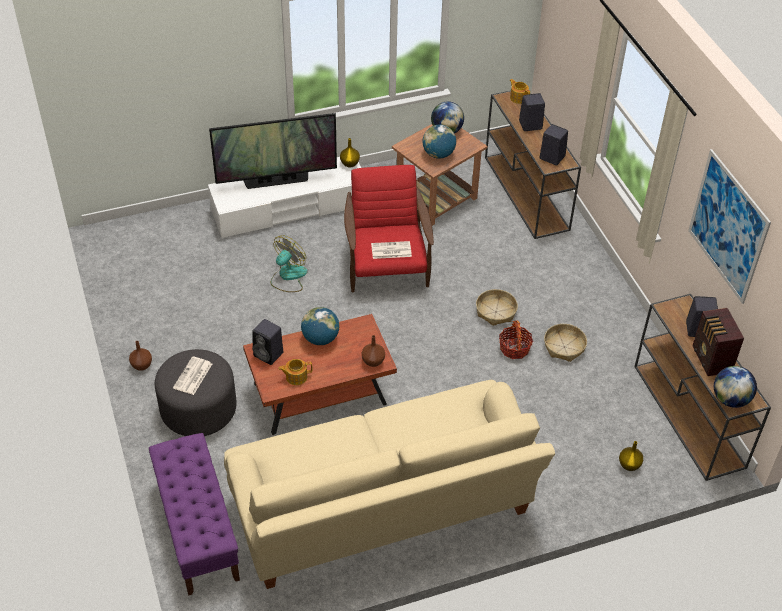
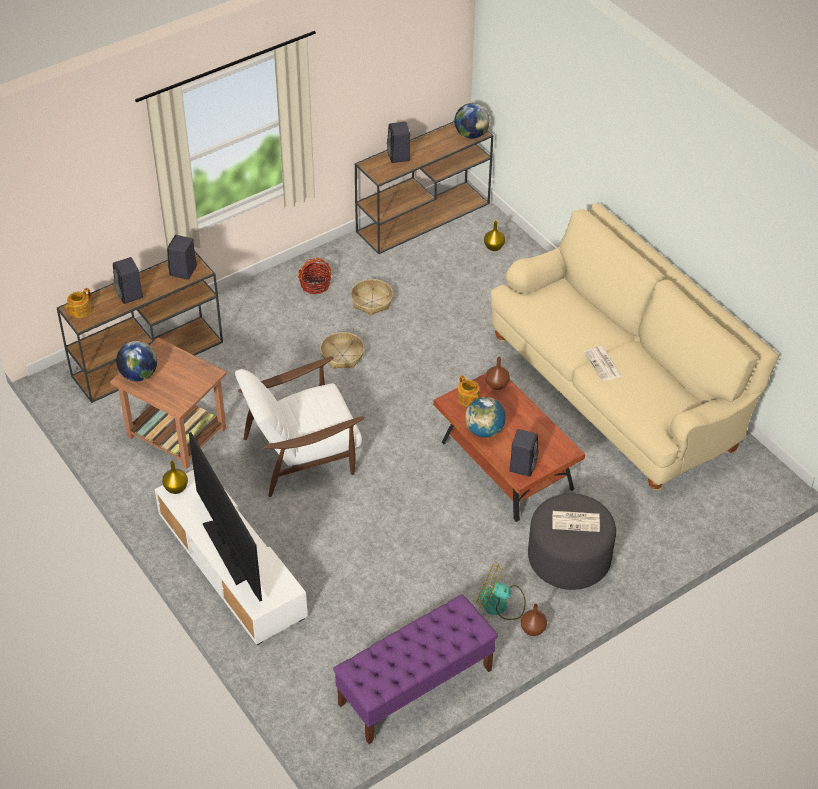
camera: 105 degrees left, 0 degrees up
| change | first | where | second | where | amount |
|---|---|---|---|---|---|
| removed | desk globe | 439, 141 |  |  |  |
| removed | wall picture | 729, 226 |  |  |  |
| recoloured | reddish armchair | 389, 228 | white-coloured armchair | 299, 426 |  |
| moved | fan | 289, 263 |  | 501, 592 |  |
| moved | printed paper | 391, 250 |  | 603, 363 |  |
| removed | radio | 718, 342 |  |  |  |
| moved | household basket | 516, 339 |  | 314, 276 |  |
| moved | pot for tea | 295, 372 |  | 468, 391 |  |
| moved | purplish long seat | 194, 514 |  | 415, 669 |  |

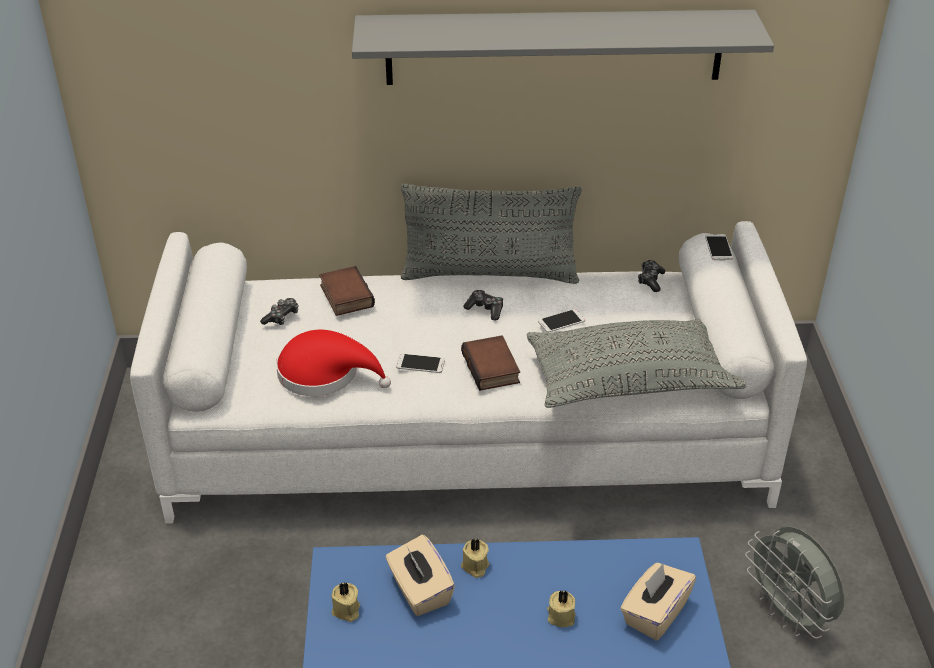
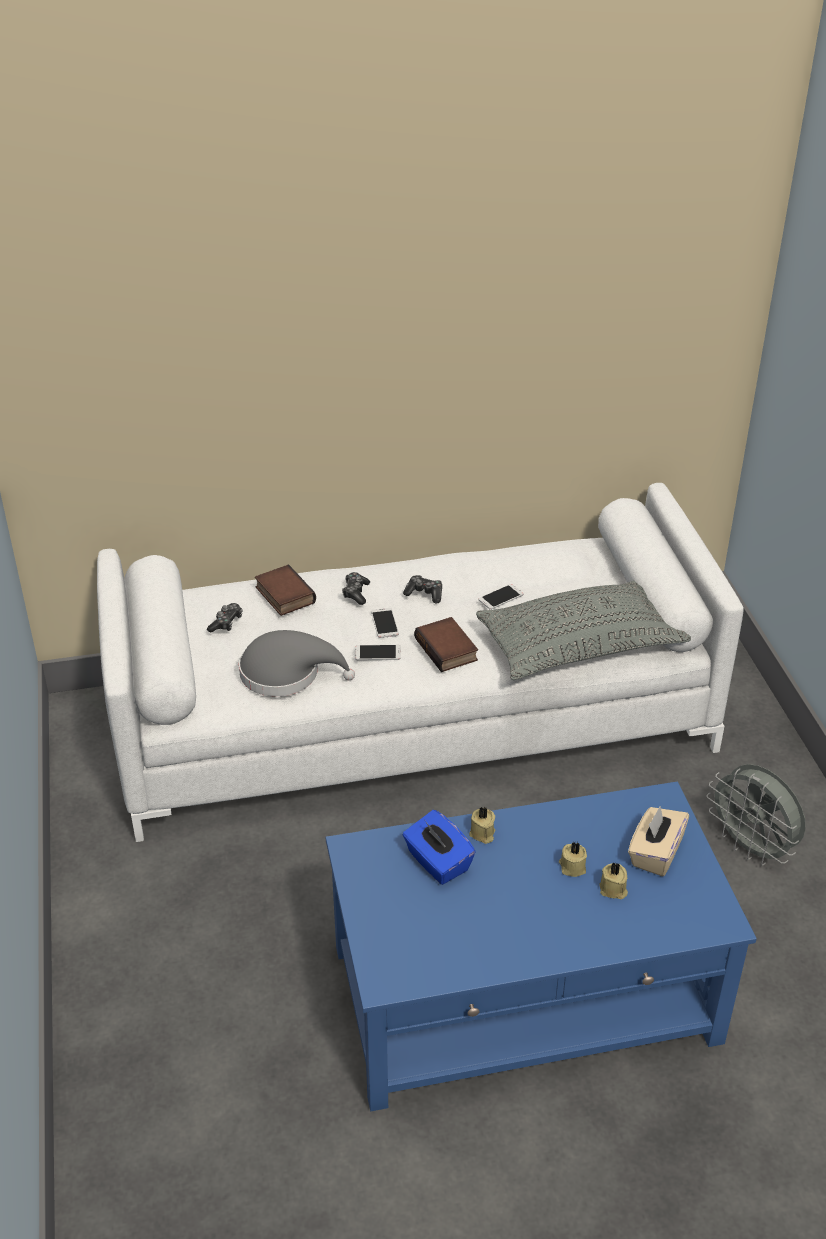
camera: 10 degrees left, 0 degrees up
| change | first | where | second | where | amount |
|---|---|---|---|---|---|
| removed | grey bracket shelf | 563, 47 |  |  |  |
| removed | grey cushion | 491, 234 |  |  |  |
| moved | phone | 719, 247 |  | 385, 623 |  |
| moved | game controller | 651, 276 |  | 356, 588 |  |
| recoloured | reddish wearable hat | 333, 363 | grey wearable hat | 297, 663 |  |
| recoloured | beige-coloured tissue box | 420, 575 | blue tissue box | 439, 847 |  |
| moved | beige-coloured wax candle | 345, 602 |  | 613, 880 |  |

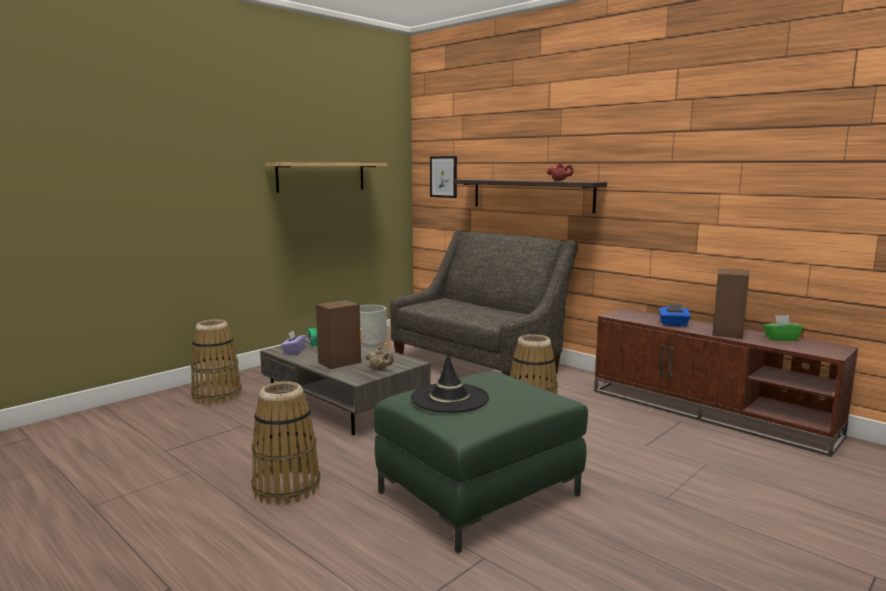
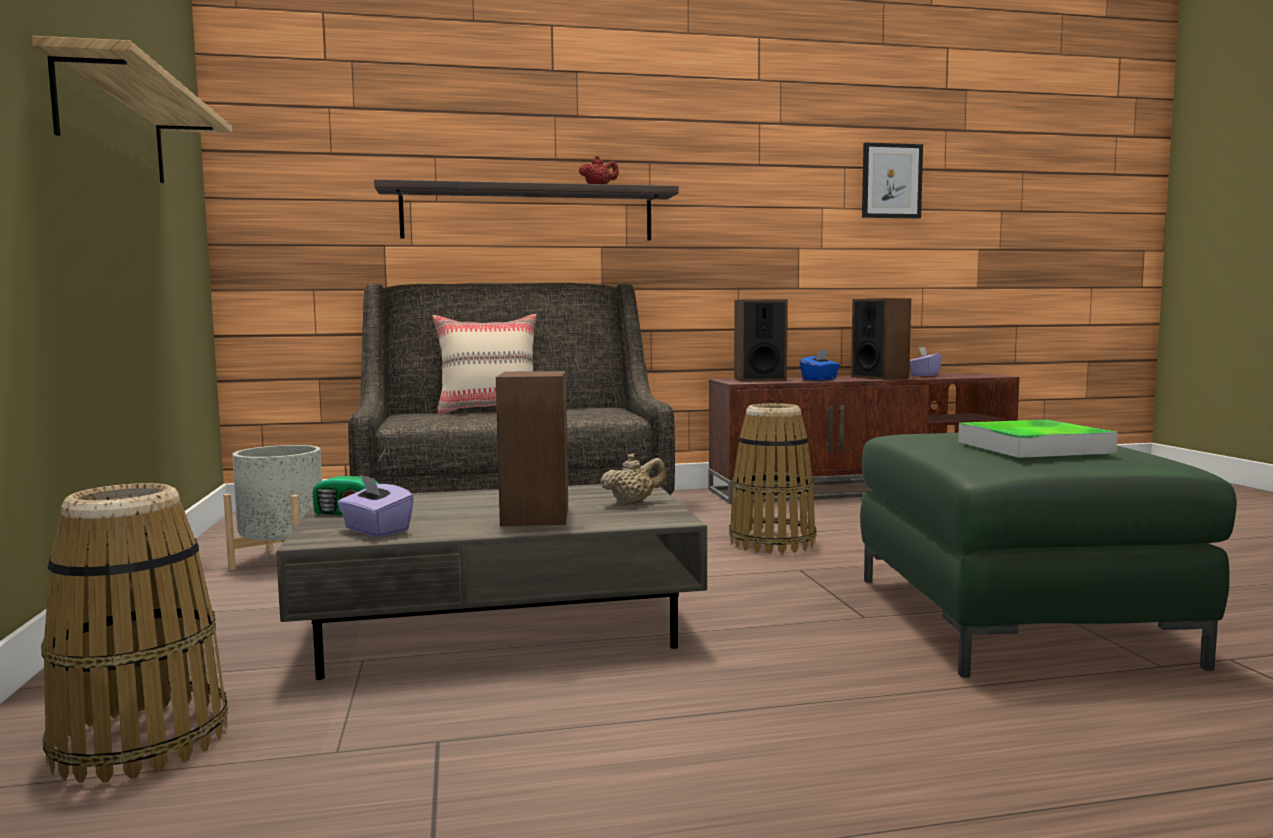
camera: 55 degrees left, 5 degrees down
| change | first | where | second | where | amount |
|---|---|---|---|---|---|
| moved | wall picture | 443, 177 |  | 892, 180 |  |
| recoloured | green tissue box | 783, 328 | purplish tissue box | 926, 361 |  |
| replaced | black wearable hat | 450, 382 | serving tray | 1038, 439 |  |
| removed | household basket | 286, 443 |  |  |  |
| added |  |  | speaker | 761, 340 |  |
| added |  |  | beige-coloured cushion | 484, 364 |  |

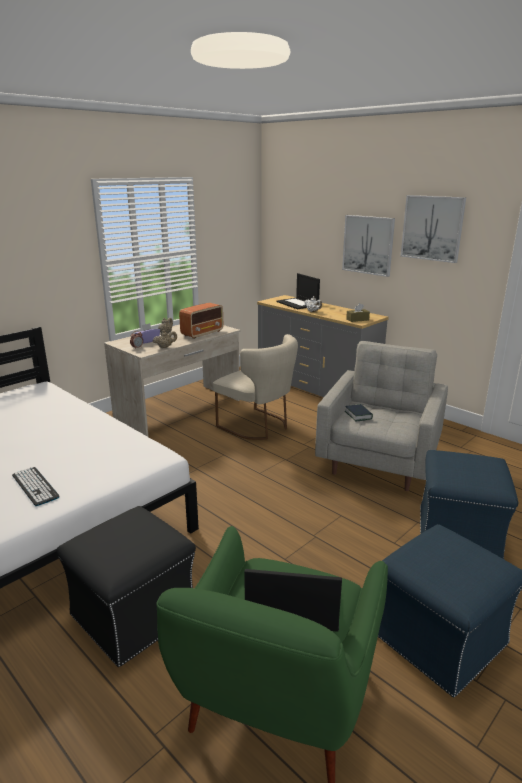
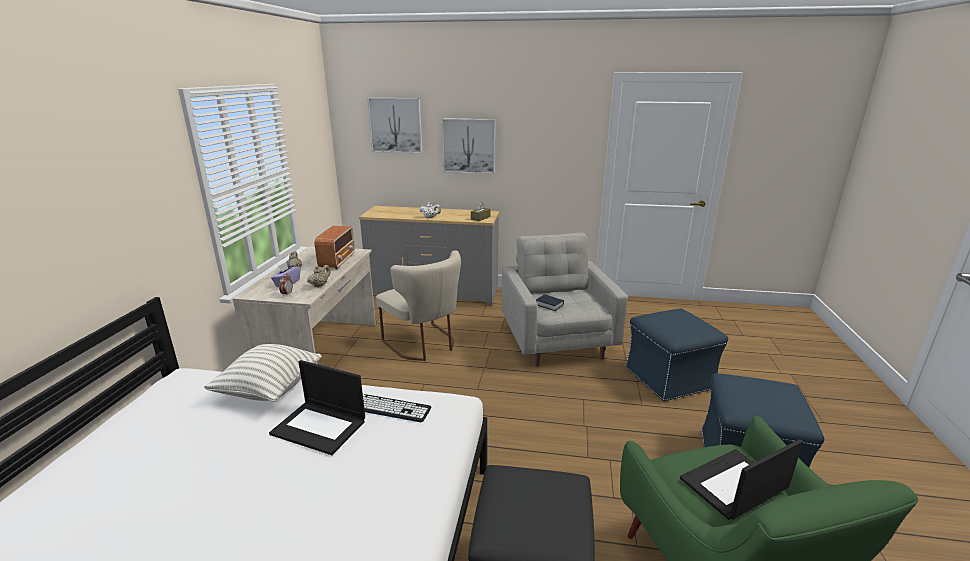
camera: 35 degrees left, 0 degrees up
| change | first | where | second | where | amount |
|---|---|---|---|---|---|
| moved | wall picture | 433, 229 |  | 394, 125 |  |
| moved | portable computer | 298, 291 |  | 317, 407 |  |
| turned | beige-coloured chair | 255, 387 |  | 418, 306 | 45 degrees clockwise |
| moved | PC keyboard | 36, 486 |  | 397, 408 |  |
| added |  |  | cushion | 263, 373 |  |

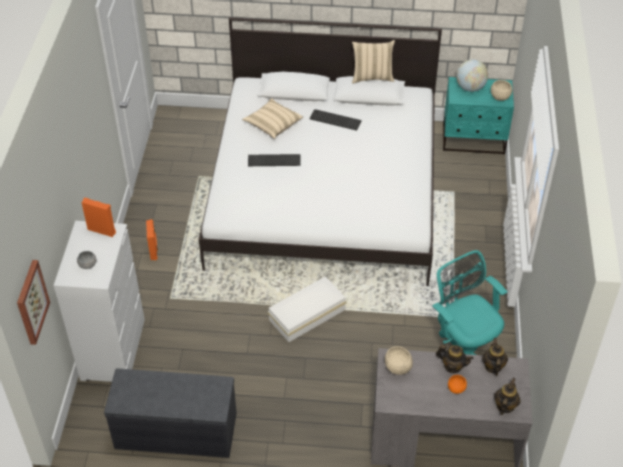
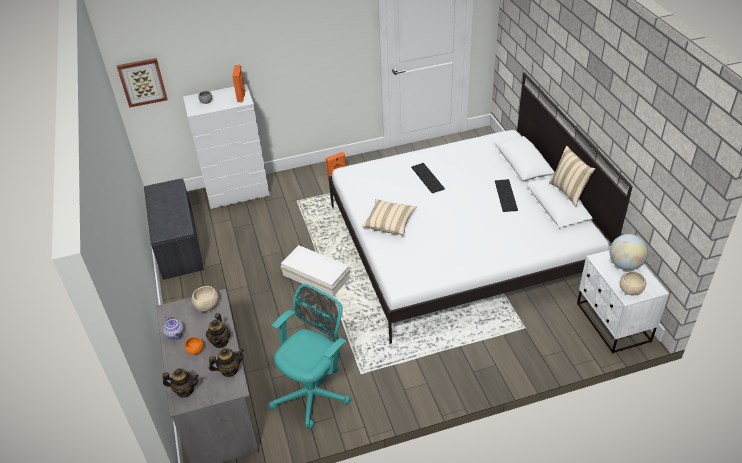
camera: 70 degrees right, 5 degrees down
| change | first | where | second | where | amount |
|---|---|---|---|---|---|
| recoloured | blue-green bedside table | 478, 116 | white-coloured bedside table | 623, 302 |  |
| moved | beige-coloured cushion | 272, 118 |  | 389, 217 |  |
| added |  |  | pot for tea | 173, 328 |  |

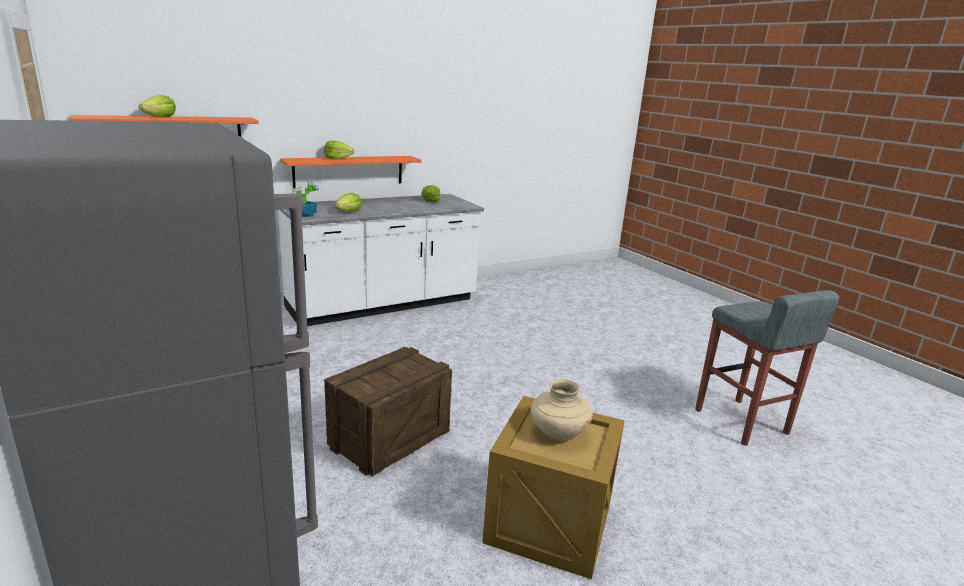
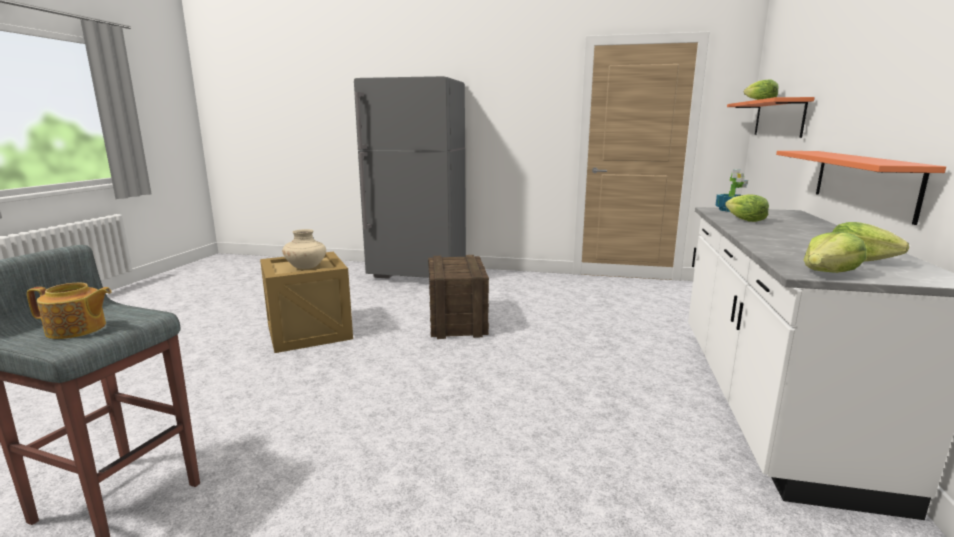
camera: 135 degrees right, 5 degrees down
| change | first | where | second | where | amount |
|---|---|---|---|---|---|
| moved | head of lettuce | 339, 150 |  | 835, 252 |  |
| added |  |  | pot for tea | 69, 311 |  |

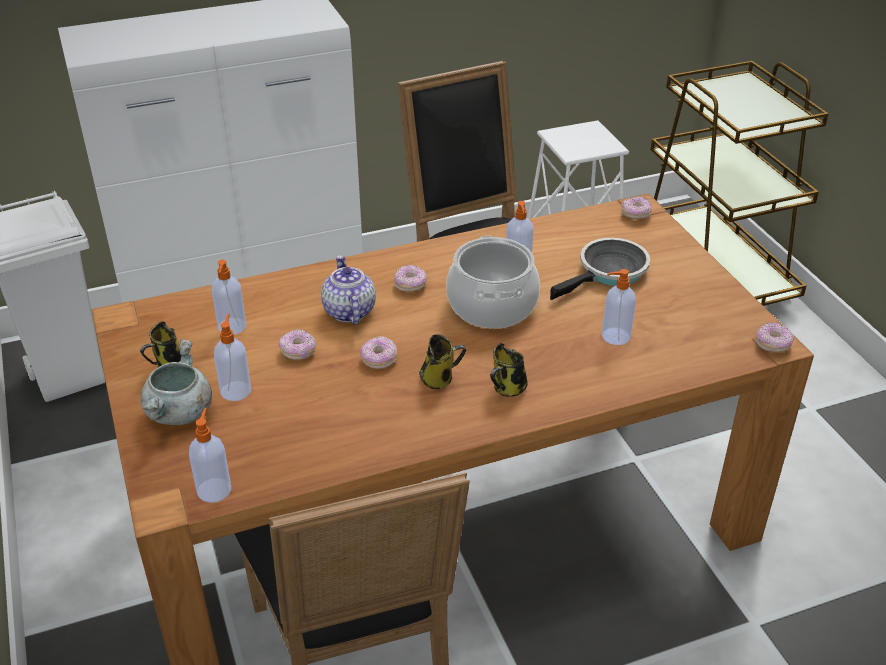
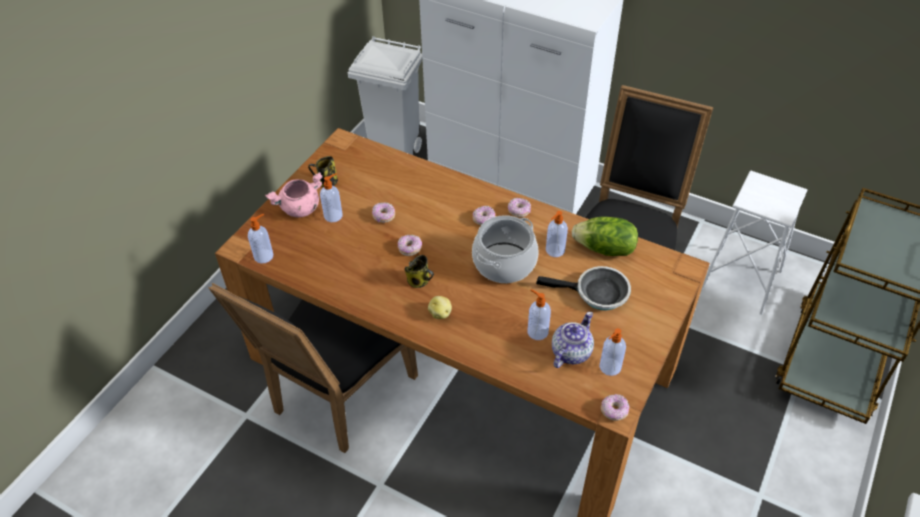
camera: 50 degrees right, 10 degrees up
| change | first | where | second | where | amount |
|---|---|---|---|---|---|
| moved | donut | 636, 207 |  | 519, 207 |  |
| moved | pot for tea | 348, 290 |  | 573, 340 |  |
| moved | liquid soap bottle | 229, 297 |  | 612, 352 |  |
| recoloured | grey saucepot | 176, 382 | pink saucepot | 294, 194 |  |
| replaced | mug | 509, 370 | whole potato | 440, 307 |  |
| added |  |  | head of lettuce | 605, 236 |  |

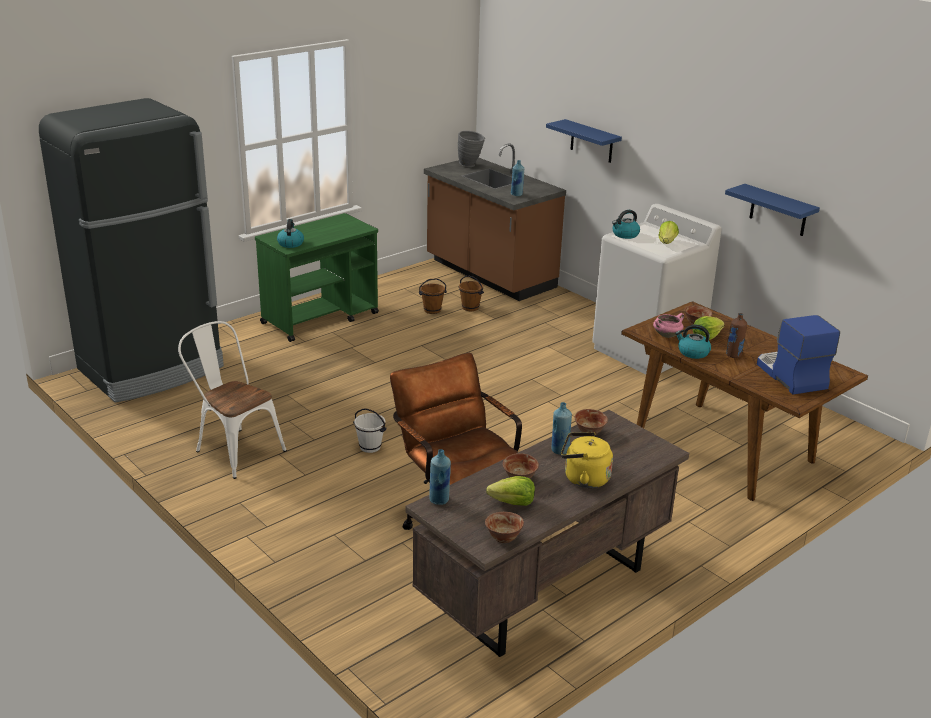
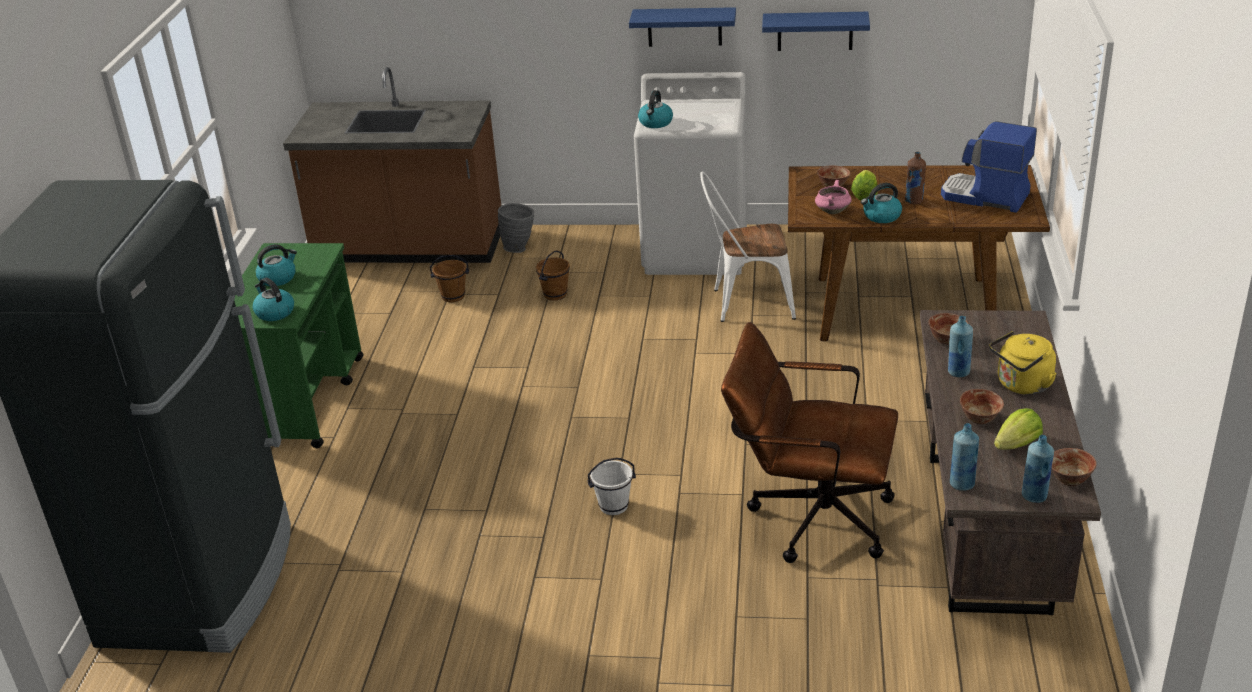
camera: 40 degrees left, 5 degrees up
| change | first | where | second | where | amount |
|---|---|---|---|---|---|
| moved | blue bracket shelf | 584, 141 |  | 682, 27 |  |
| moved | grey vase | 471, 149 |  | 516, 228 |  |
| moved | blue beverage bottle | 517, 178 |  | 1038, 469 |  |
| removed | head of lettuce | 668, 232 |  |  |  |
| moved | brown-coloured pail | 433, 296 |  | 553, 275 |  |
| moved | white-coloured chair | 232, 400 |  | 748, 246 |  |
| added |  |  | kettle | 276, 265 |  |

